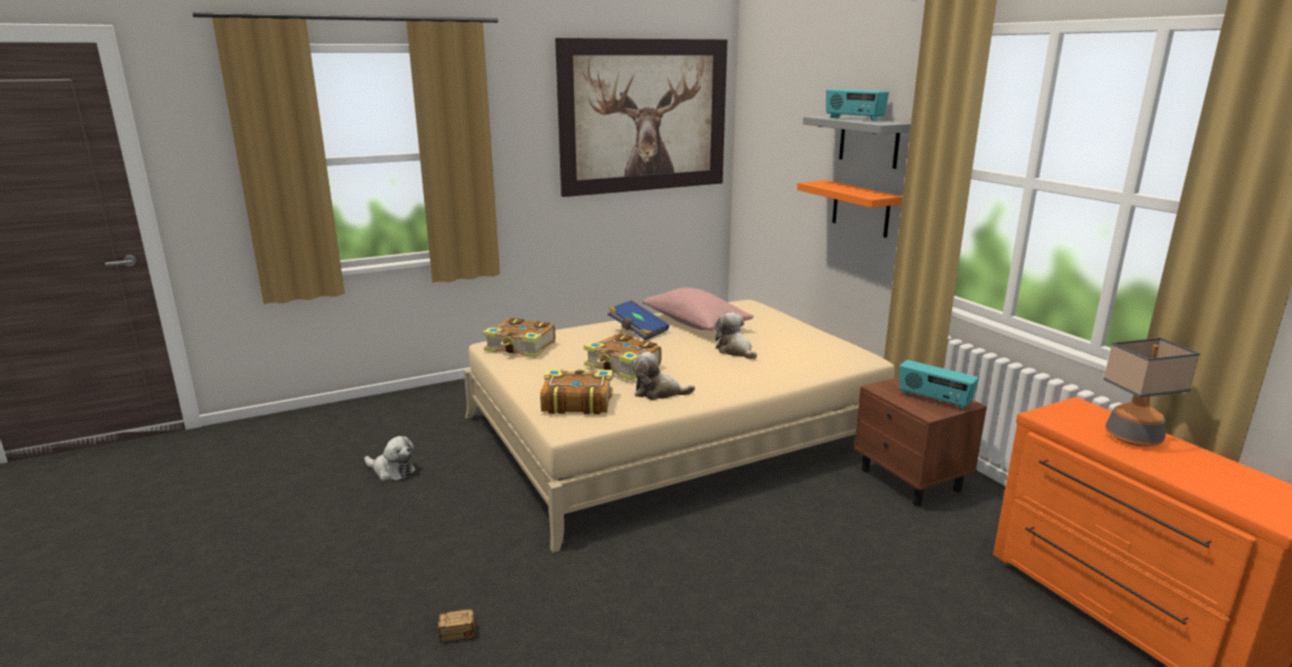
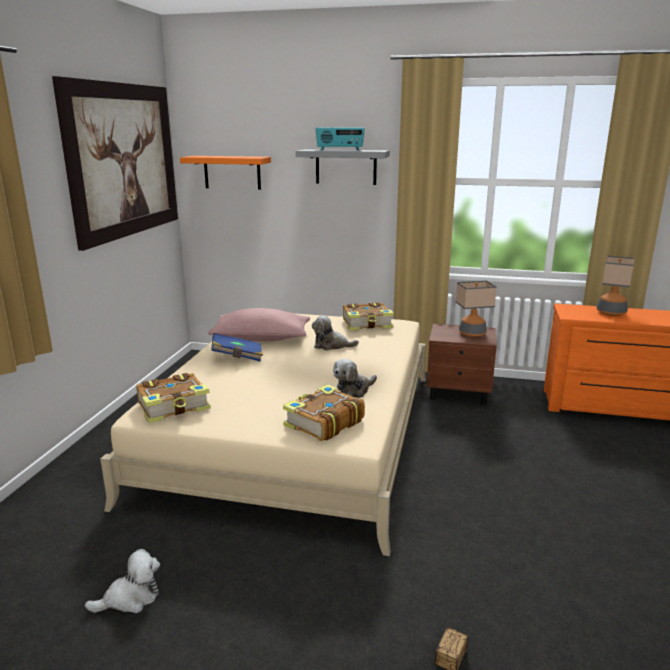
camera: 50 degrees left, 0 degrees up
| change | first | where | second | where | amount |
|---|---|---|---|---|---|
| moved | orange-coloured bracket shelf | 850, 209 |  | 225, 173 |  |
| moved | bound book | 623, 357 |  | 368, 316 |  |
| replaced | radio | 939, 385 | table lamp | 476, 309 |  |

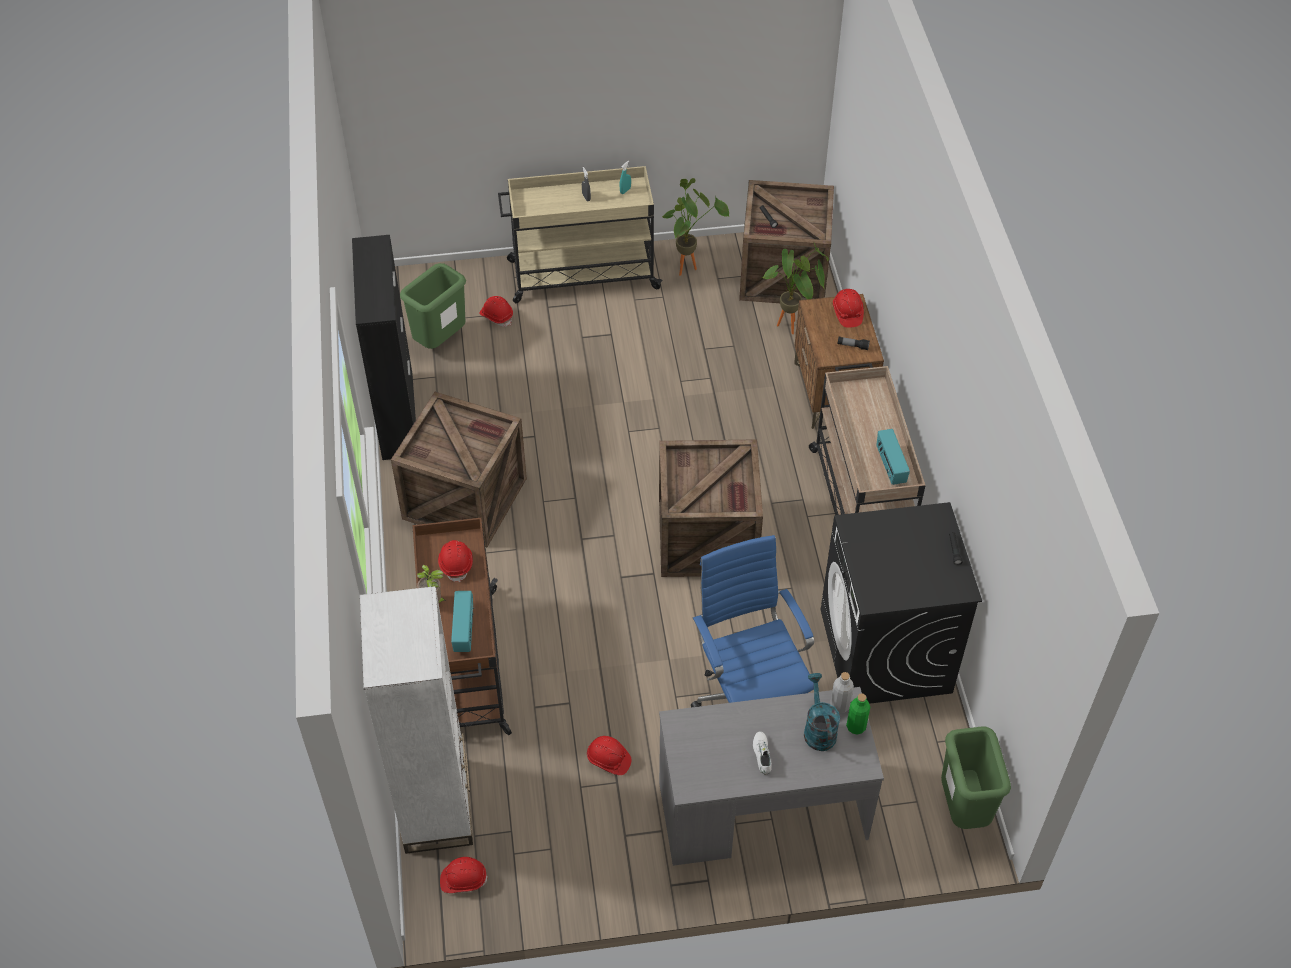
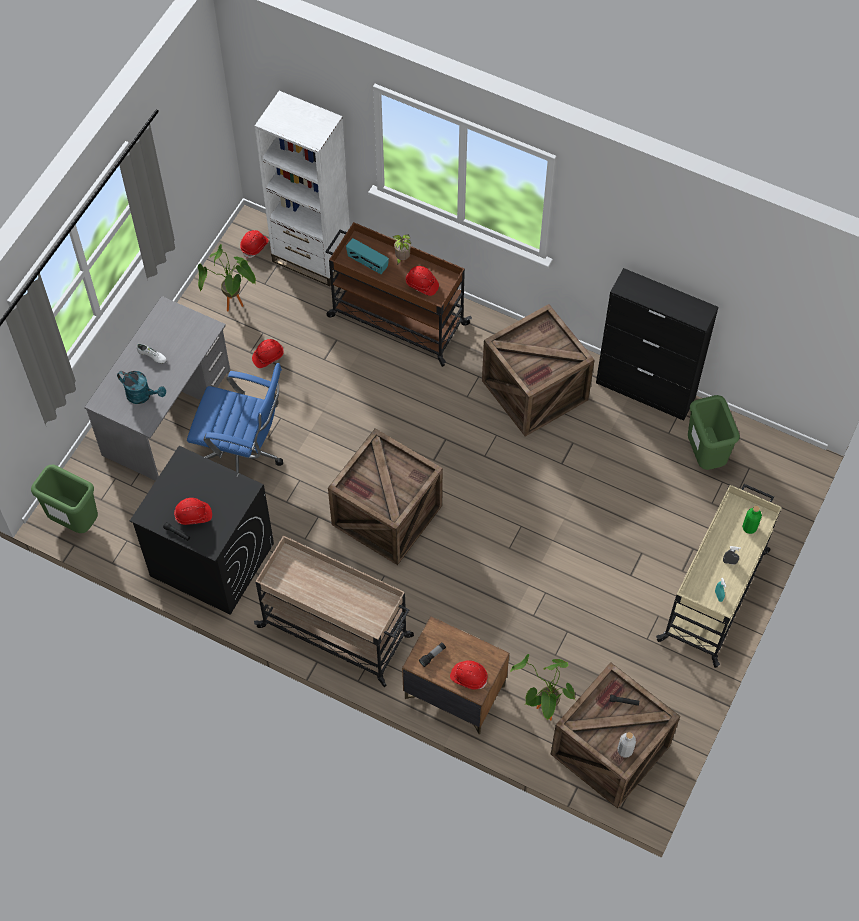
camera: 125 degrees right, 10 degrees up
| change | first | where | second | where | amount |
|---|---|---|---|---|---|
| moved | plant in a pot | 695, 227 |  | 227, 278 |  |
| moved | reddish safety helmet | 496, 311 |  | 193, 511 |  |
| removed | radio | 893, 457 |  |  |  |
| moved | grey beverage bottle | 842, 692 |  | 627, 744 |  |
| moved | green beverage bottle | 858, 714 |  | 752, 520 |  |

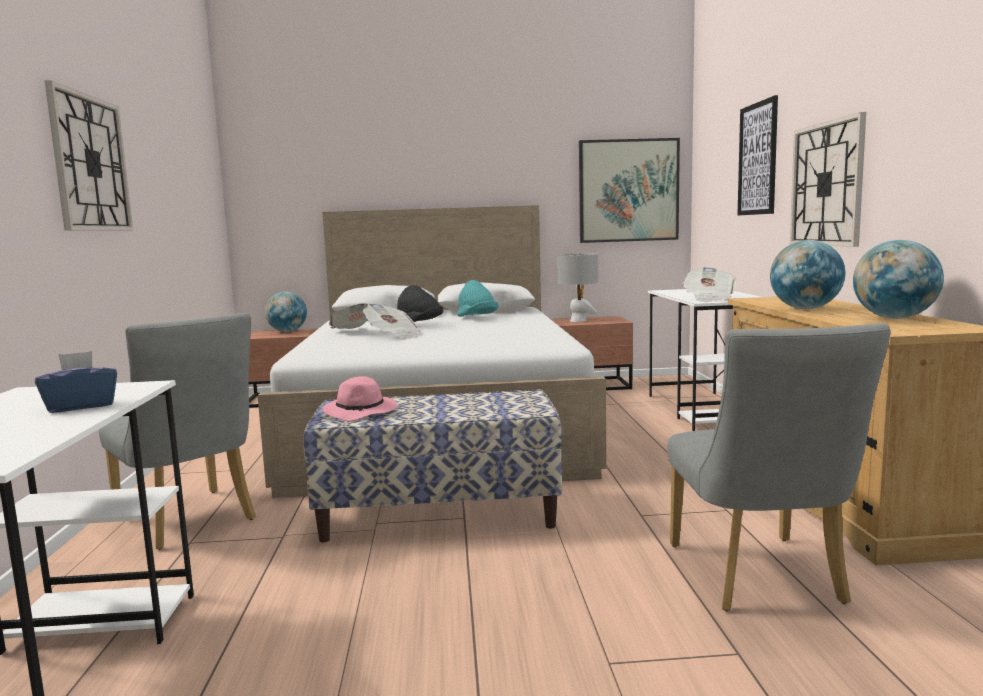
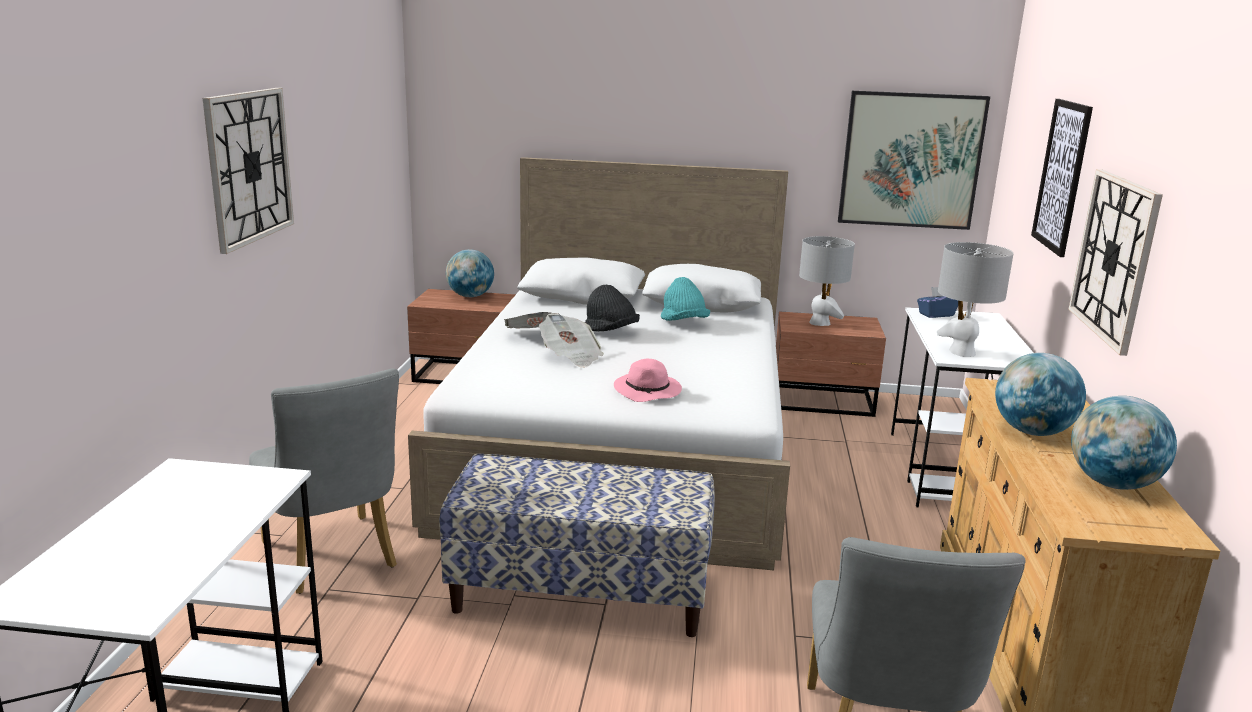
camera: 10 degrees right, 10 degrees up
| change | first | where | second | where | amount |
|---|---|---|---|---|---|
| replaced | printed paper | 709, 284 | grey table lamp | 975, 299 |  |
| moved | blue tissue box | 76, 382 |  | 937, 302 |  |
| moved | pink wearable hat | 360, 398 |  | 648, 380 |  |

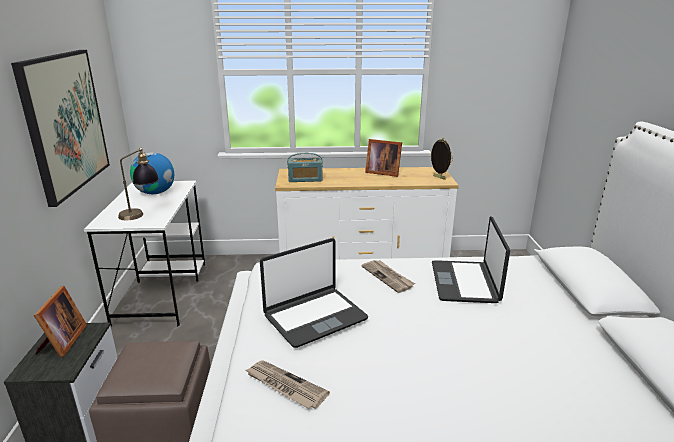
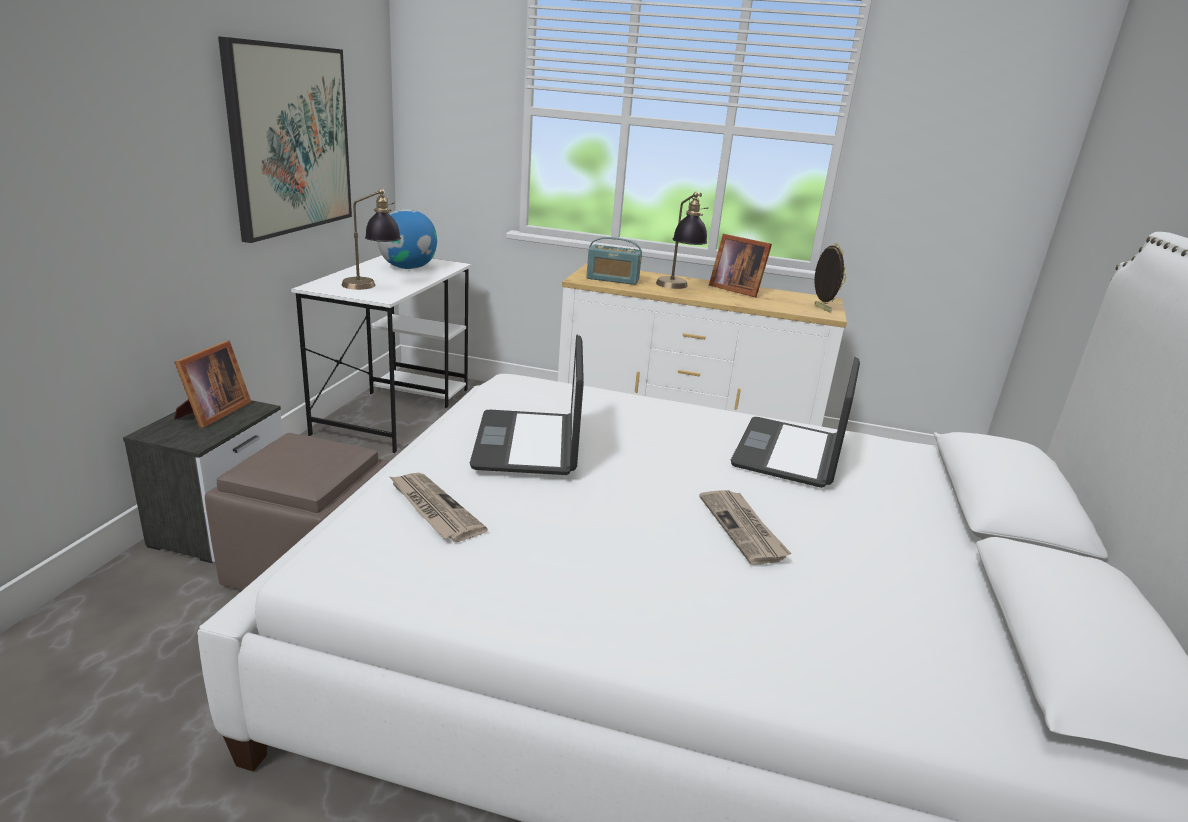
camera: 15 degrees right, 0 degrees up
| change | first | where | second | where | amount |
|---|---|---|---|---|---|
| turned | portable computer | 314, 293 |  | 527, 405 | 105 degrees clockwise |
| moved | printed paper | 388, 276 |  | 745, 527 |  |
| added |  |  | table lamp | 682, 240 |  |

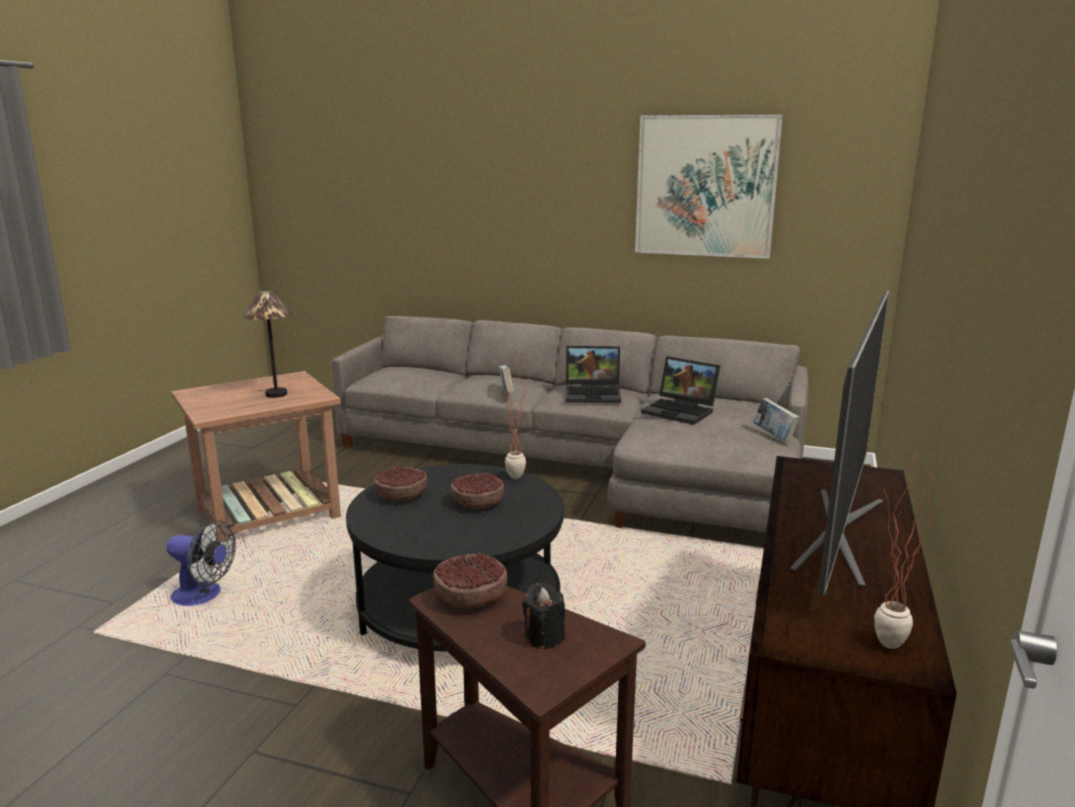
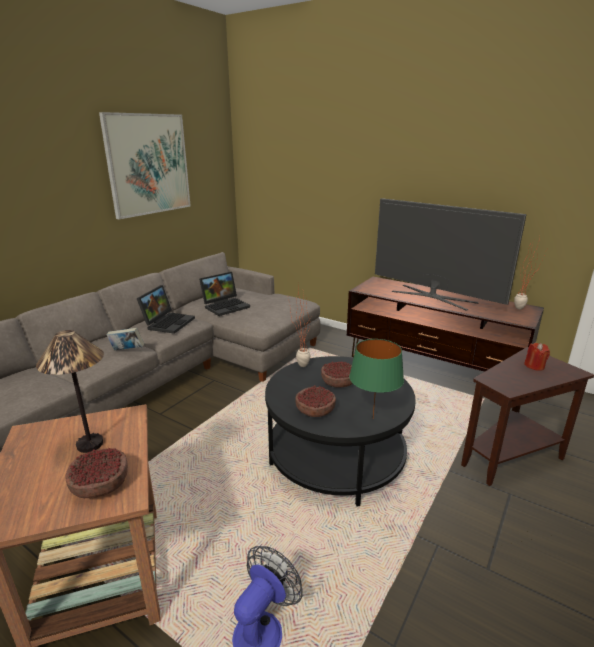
camera: 75 degrees left, 5 degrees up
| change | first | where | second | where | amount |
|---|---|---|---|---|---|
| removed | bound book | 776, 420 |  |  |  |
| moved | bowl | 470, 580 |  | 96, 473 |  |
| recoloured | black wax candle | 543, 615 | reddish wax candle | 537, 357 |  |
| added |  |  | green table lamp | 376, 378 |  |

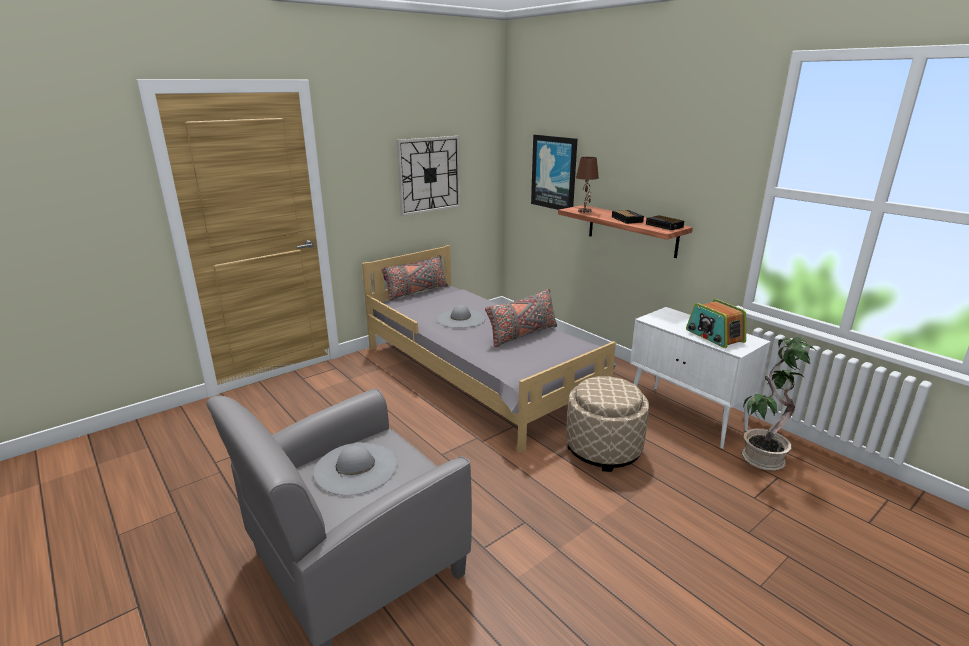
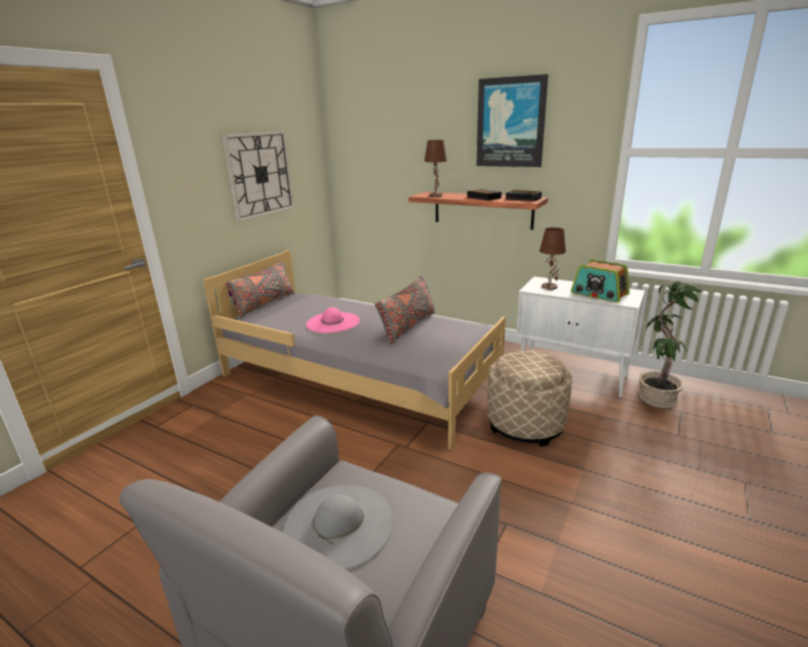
camera: 20 degrees left, 0 degrees up
| change | first | where | second | where | amount |
|---|---|---|---|---|---|
| moved | wall picture | 554, 172 |  | 512, 120 |  |
| recoloured | grey wearable hat | 460, 316 | pink wearable hat | 333, 320 |  |
| added |  |  | brown-coloured table lamp | 553, 258 |  |

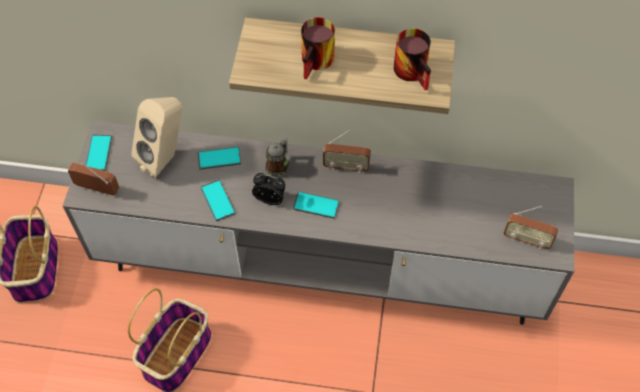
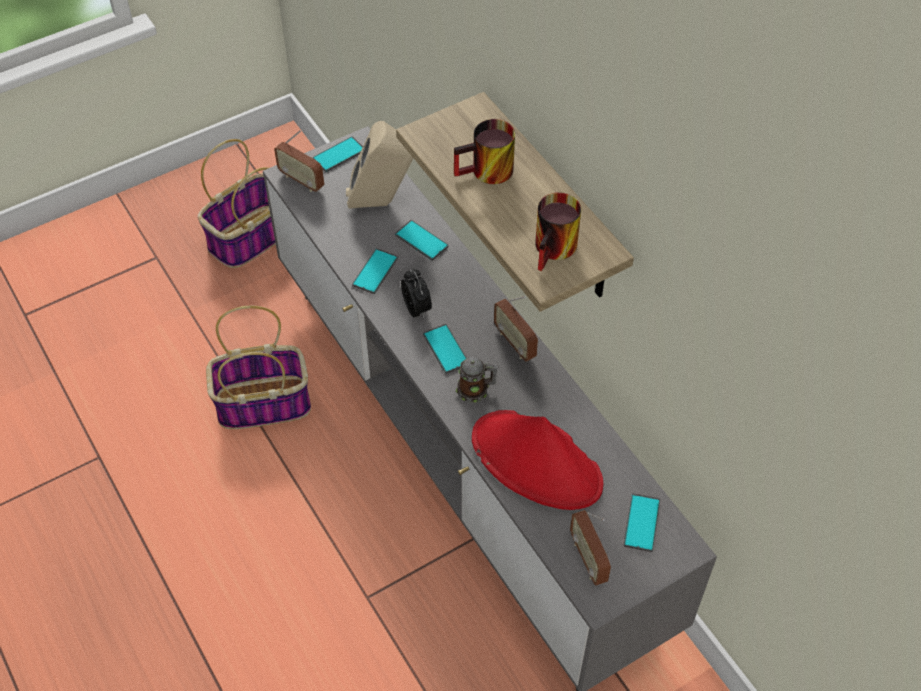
camera: 50 degrees right, 5 degrees down
| change | first | where | second | where | amount |
|---|---|---|---|---|---|
| moved | mug | 277, 157 |  | 477, 380 |  |
| turned | radio | 93, 179 |  | 299, 161 | 150 degrees clockwise |
| added |  |  | reddish wearable hat | 537, 460 |  |
| added |  |  | phone | 642, 522 |  |

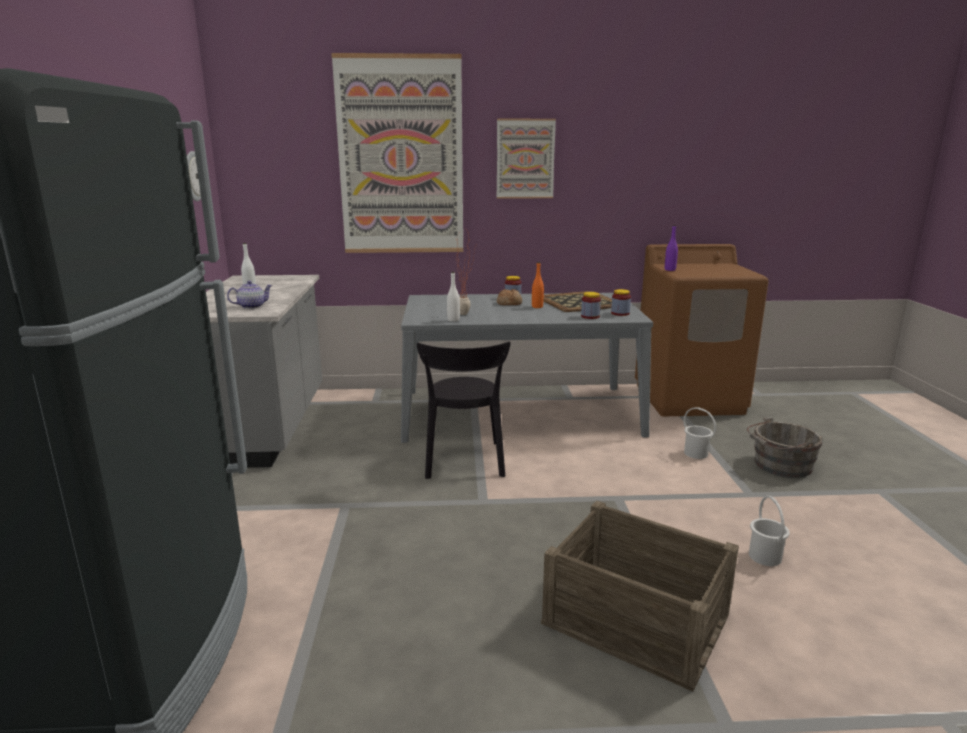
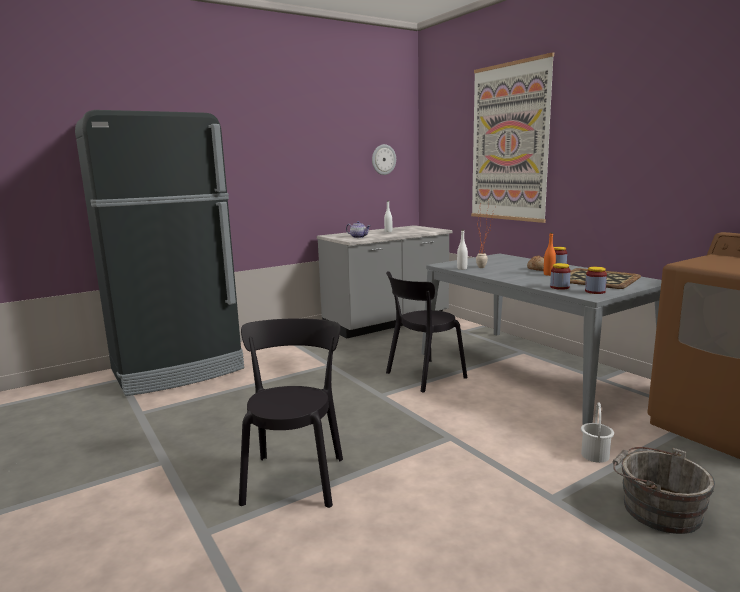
camera: 60 degrees right, 5 degrees down
| change | first | where | second | where | amount |
|---|---|---|---|---|---|
| removed | wall picture | 526, 159 |  |  |  |
| removed | purplish beverage bottle | 671, 248 |  |  |  |
| removed | white-coloured pail | 769, 531 |  |  |  |
| replaced | packing crate | 640, 596 | black chair | 291, 413 |  |

